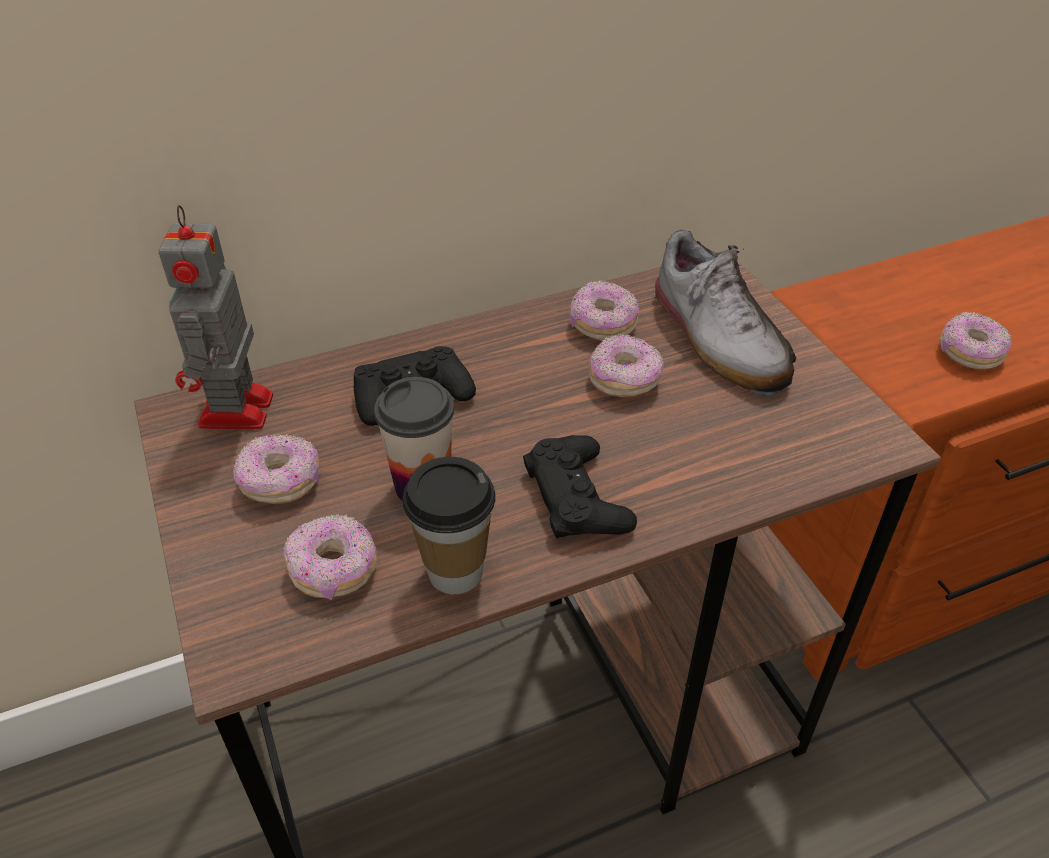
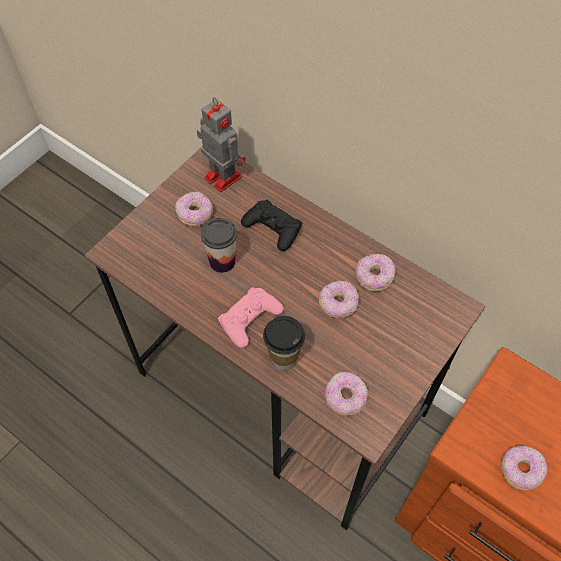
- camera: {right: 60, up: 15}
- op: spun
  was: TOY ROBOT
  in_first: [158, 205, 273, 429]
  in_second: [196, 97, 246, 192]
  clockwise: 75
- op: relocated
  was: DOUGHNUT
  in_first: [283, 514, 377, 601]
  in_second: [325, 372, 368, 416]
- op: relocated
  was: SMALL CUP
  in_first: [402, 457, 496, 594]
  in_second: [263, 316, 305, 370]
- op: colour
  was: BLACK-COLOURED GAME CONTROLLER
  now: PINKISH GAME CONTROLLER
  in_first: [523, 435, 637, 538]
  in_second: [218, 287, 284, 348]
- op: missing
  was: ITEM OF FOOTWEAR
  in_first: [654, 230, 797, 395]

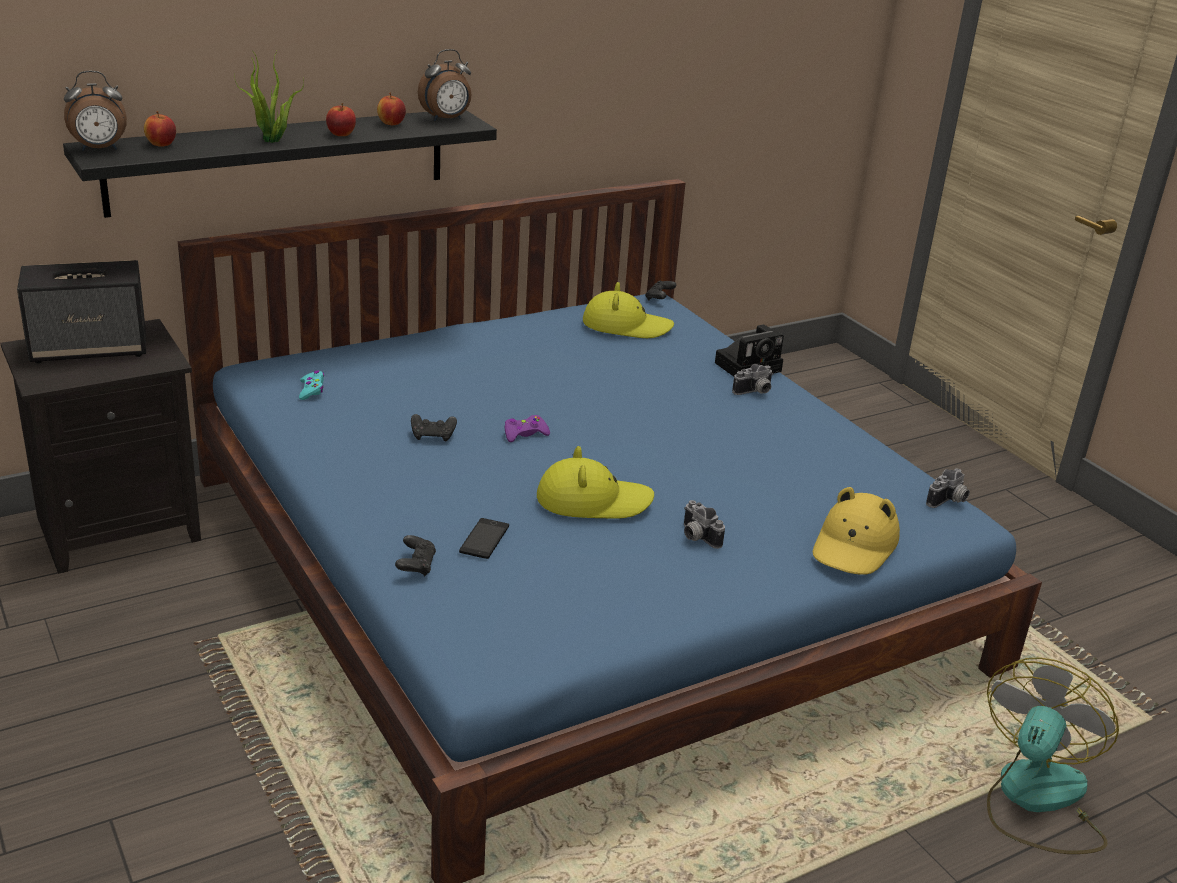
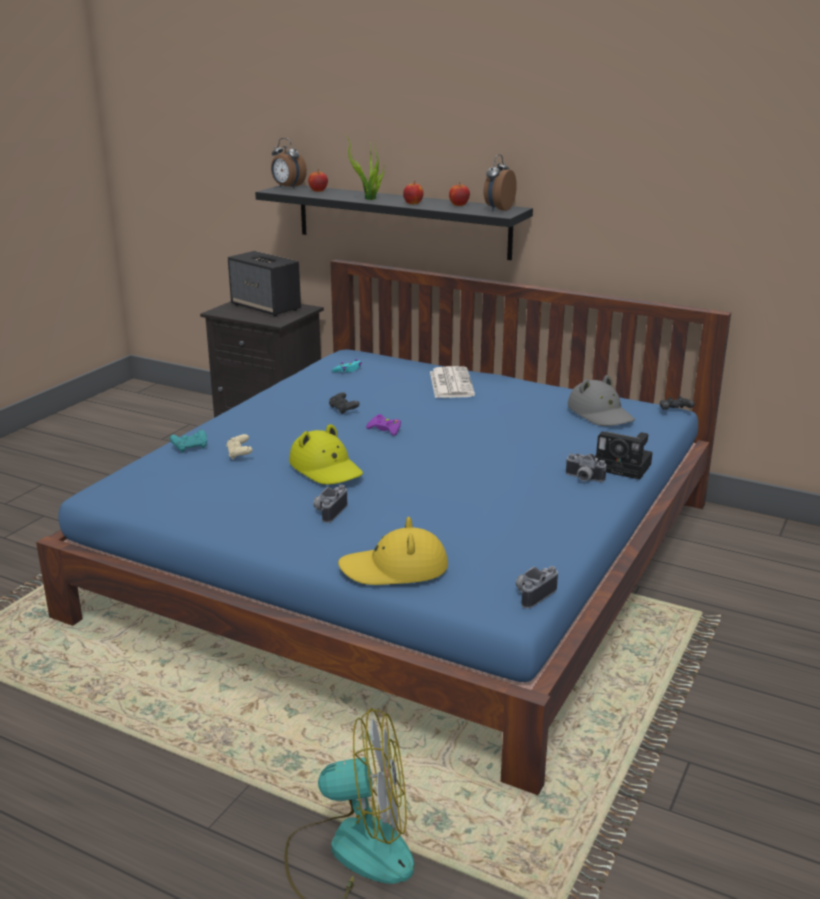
- camera: {right: 60, up: -5}
- op: colour
  was: BLACK-COLOURED GAME CONTROLLER
  now: TURQUOISE GAME CONTROLLER
  in_first: [395, 535, 436, 576]
  in_second: [170, 430, 207, 453]
- op: spun
  was: ALARM CLOCK
  in_first: [418, 49, 471, 121]
  in_second: [484, 154, 517, 211]
  clockwise: 90
- op: exchanged
  was: HANDSET
  now: BEIGE GAME CONTROLLER
  in_first: [459, 518, 509, 559]
  in_second: [226, 434, 253, 460]
- op: colour
  was: YELLOW-COLOURED WEARABLE HAT
  now: GREYISH WEARABLE HAT
  in_first: [583, 282, 674, 338]
  in_second: [568, 375, 635, 426]
- op: spun
  was: PHOTO CAMERA
  in_first: [926, 469, 970, 508]
  in_second: [516, 566, 558, 609]
  clockwise: 120
- op: appeared
  now: PRINTED PAPER
  in_second: [430, 366, 475, 398]

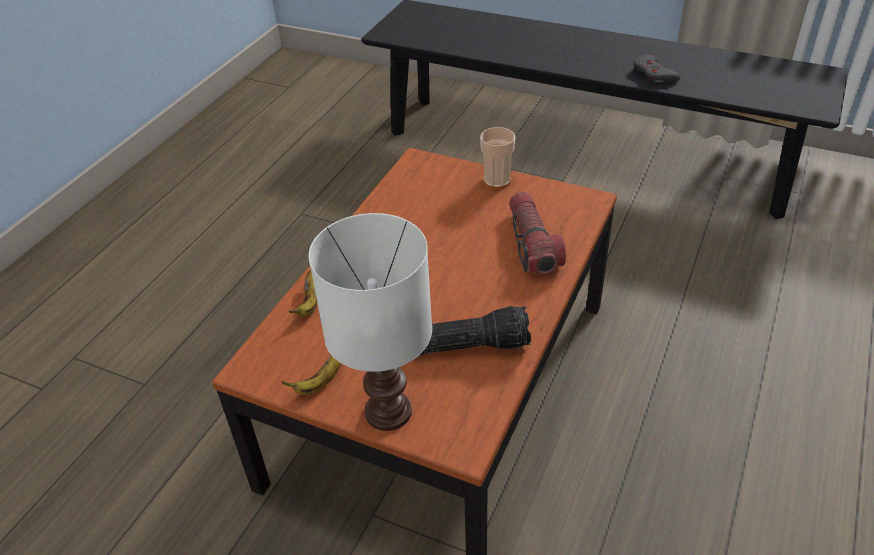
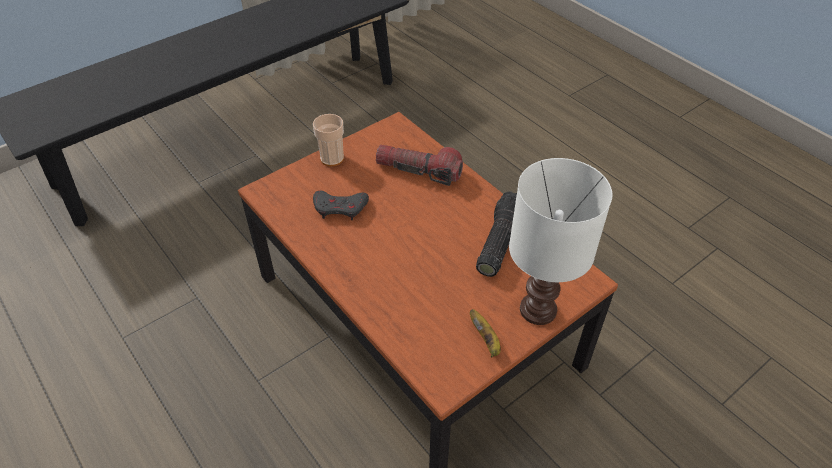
- camera: {right: -65, up: 5}
- op: missing
  was: BANANA
  in_first: [288, 270, 318, 317]
- op: relocated
  was: GREYISH GAME CONTROLLER
  in_first: [633, 55, 680, 83]
  in_second: [313, 191, 369, 220]

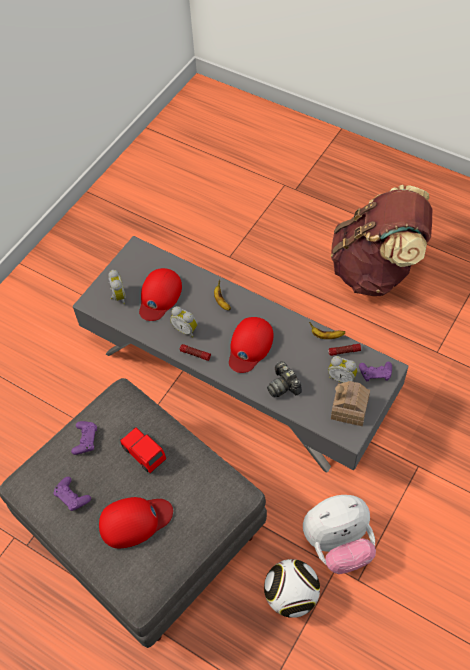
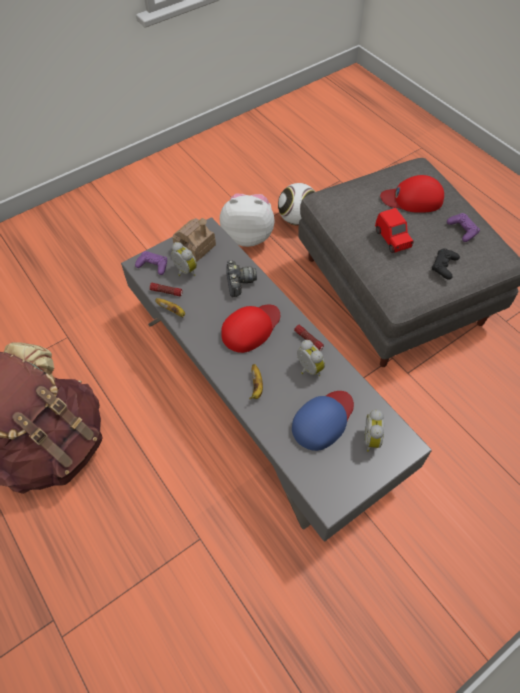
- camera: {right: -160, up: 0}
- op: colour
  was: PURPLISH GAME CONTROLLER
  now: BLACK-COLOURED GAME CONTROLLER
  in_first: [71, 421, 97, 455]
  in_second: [432, 248, 460, 280]
- op: colour
  was: RED CAP
  now: BLUE CAP
  in_first: [139, 268, 182, 321]
  in_second: [292, 391, 354, 451]

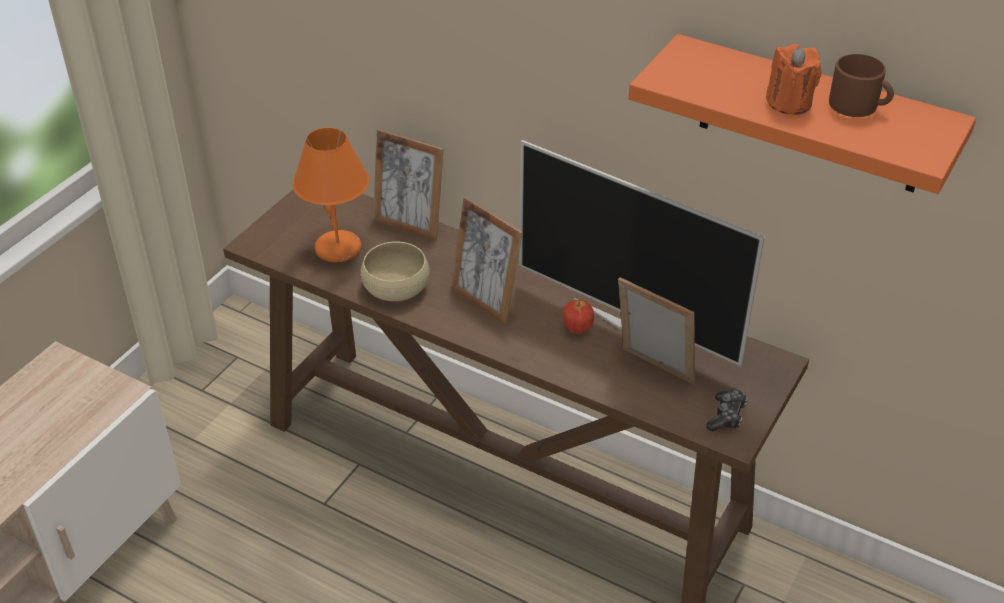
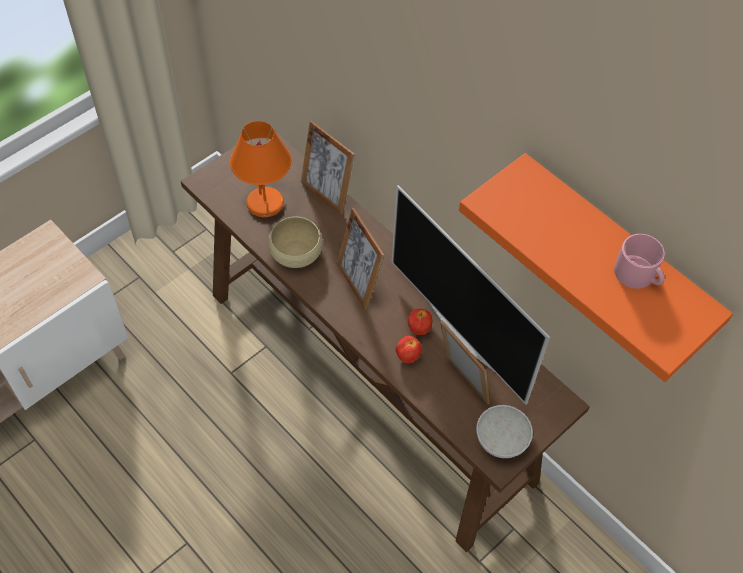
- camera: {right: 15, up: 15}
- op: exchanged
  was: GAME CONTROLLER
  now: WHITE DEEP DISH
  in_first: [706, 389, 748, 431]
  in_second: [476, 405, 533, 458]
- op: missing
  was: ORANGEY CANDLE
  in_first: [766, 44, 821, 115]
- op: colour
  was: BROWNISH TEA MUG
  now: PINKISH TEA MUG
  in_first: [829, 54, 894, 117]
  in_second: [614, 234, 665, 289]
- op: appeared
  now: APPLE
  in_second: [396, 336, 422, 363]

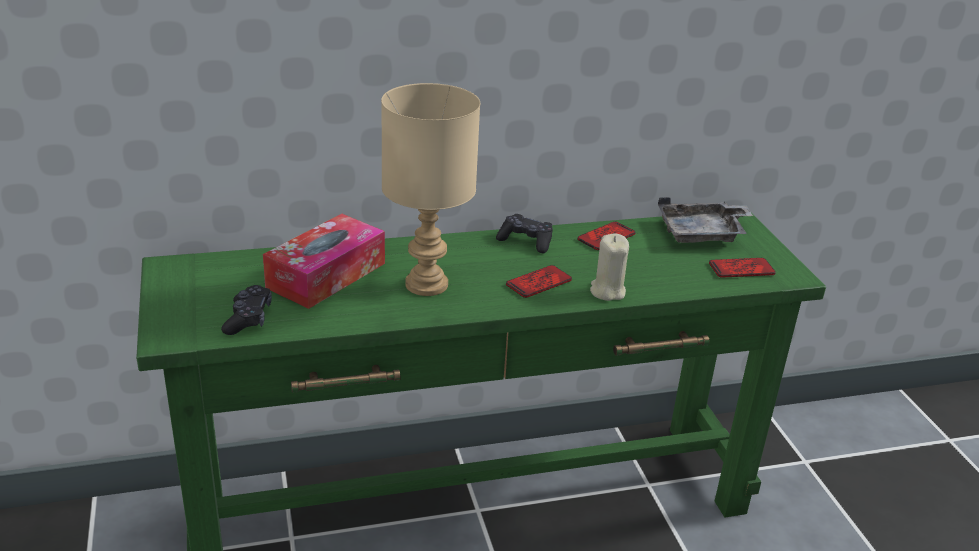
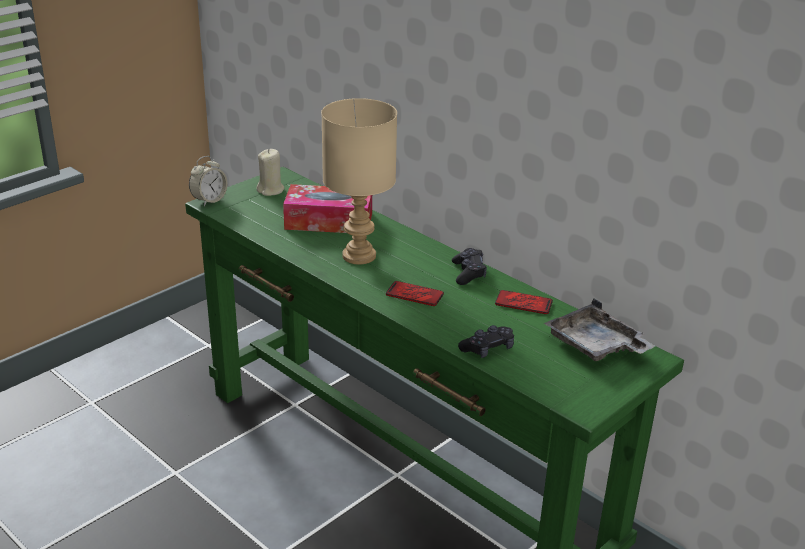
- camera: {right: 60, up: 0}
- op: relocated
  was: BLACK-COLOURED GAME CONTROLLER
  in_first: [221, 285, 272, 335]
  in_second: [458, 325, 514, 358]
- op: relocated
  was: BEIGE CANDLE
  in_first: [590, 234, 629, 301]
  in_second: [257, 149, 284, 196]
- op: missing
  was: HANDSET
  in_first: [709, 258, 776, 278]
- op: appeared
  now: ALARM CLOCK
  in_second: [189, 156, 227, 206]

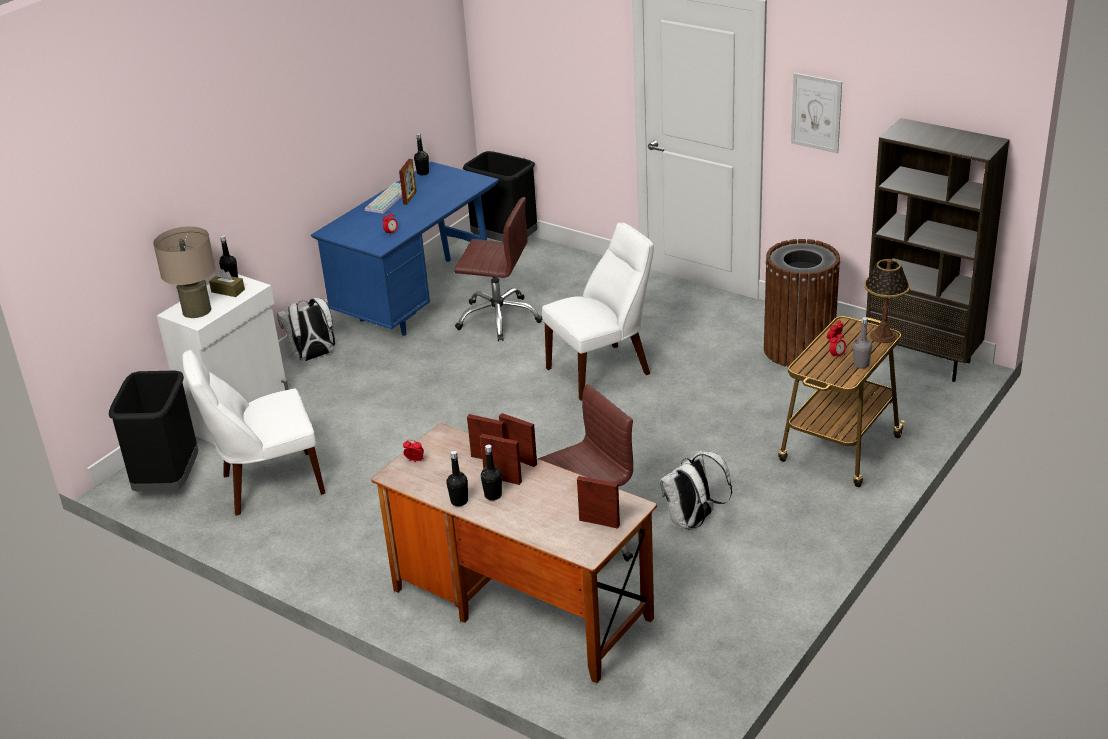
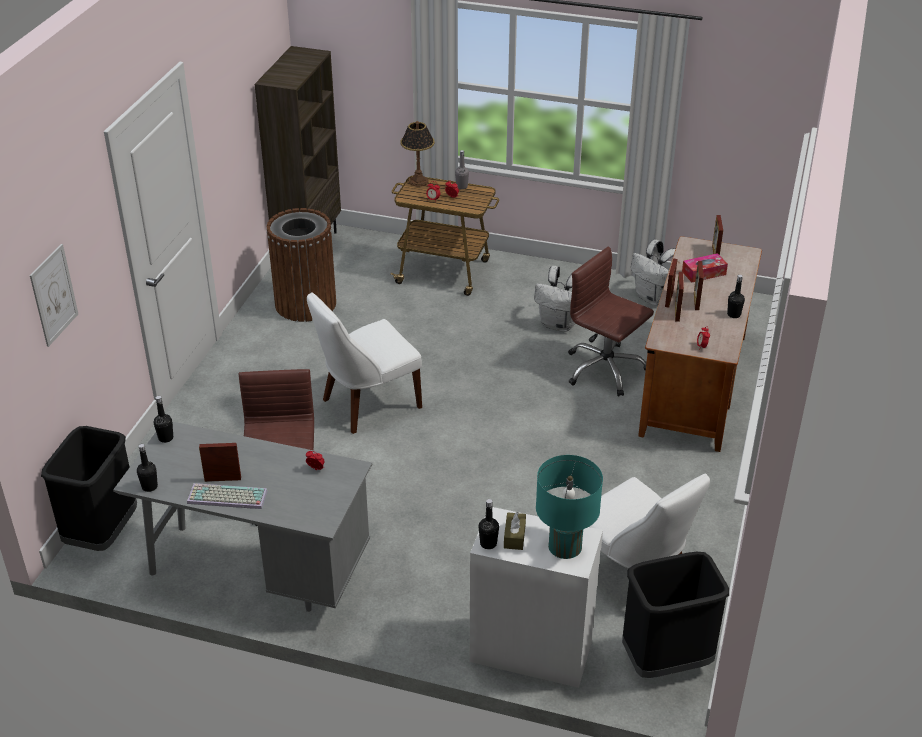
- camera: {right: -110, up: 5}
- op: colour
  was: BEIGE LAMP FOR A TABLE
  now: TURQUOISE LAMP FOR A TABLE
  in_first: [153, 226, 216, 318]
  in_second: [536, 455, 603, 559]
- op: relocated
  was: WHITE RUCKSACK
  in_first: [277, 298, 335, 361]
  in_second: [631, 239, 675, 306]
- op: colour
  was: BLUE DESK TABLE
  now: GREYISH DESK TABLE
  in_first: [311, 162, 499, 336]
  in_second: [113, 422, 372, 612]
- op: relocated
  was: BLACK-COLOURED BOTTLE
  in_first: [481, 445, 502, 500]
  in_second: [153, 396, 173, 443]
- op: spun
  was: WHITE UPRIGHT CHAIR
  in_first: [542, 223, 654, 401]
  in_second: [307, 293, 422, 434]
  clockwise: -75
- op: relocated
  was: PICTURE
  in_first: [791, 73, 842, 153]
  in_second: [30, 244, 78, 347]
- op: appeared
  now: BOX OF TISSUES
  in_second: [682, 253, 728, 282]

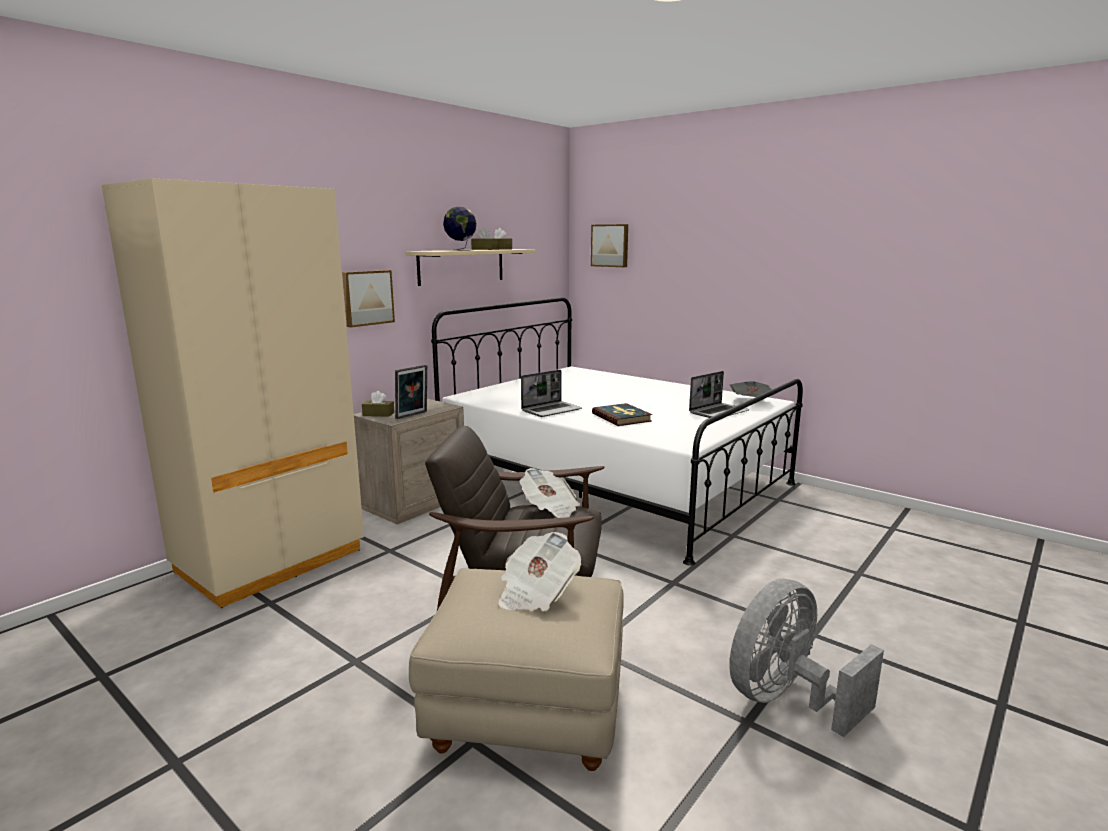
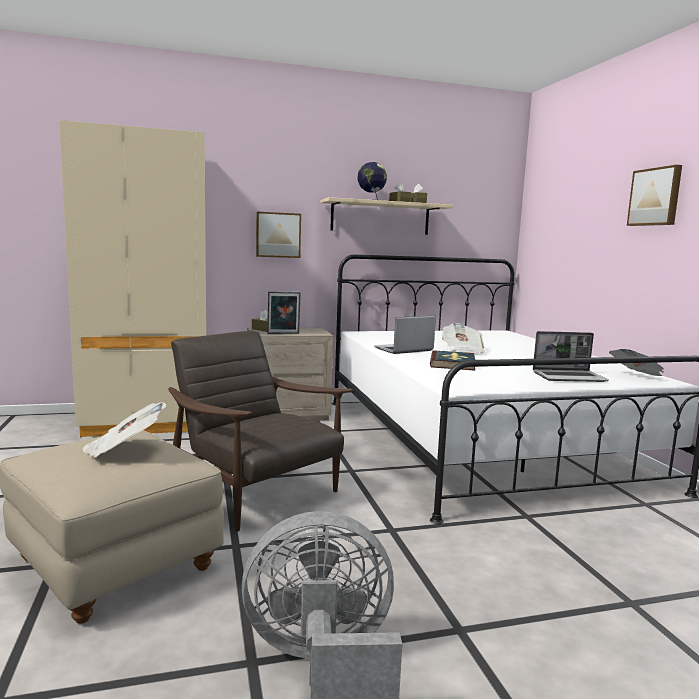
- camera: {right: 35, up: -5}
- op: relocated
  was: PRINTED PAPER
  in_first: [520, 468, 580, 518]
  in_second: [442, 323, 485, 354]
- op: spun
  was: LAPTOP
  in_first: [521, 370, 582, 417]
  in_second: [374, 316, 436, 354]
  clockwise: 150
- op: relocated
  was: PICTURE
  in_first: [591, 224, 628, 267]
  in_second: [627, 165, 682, 226]

